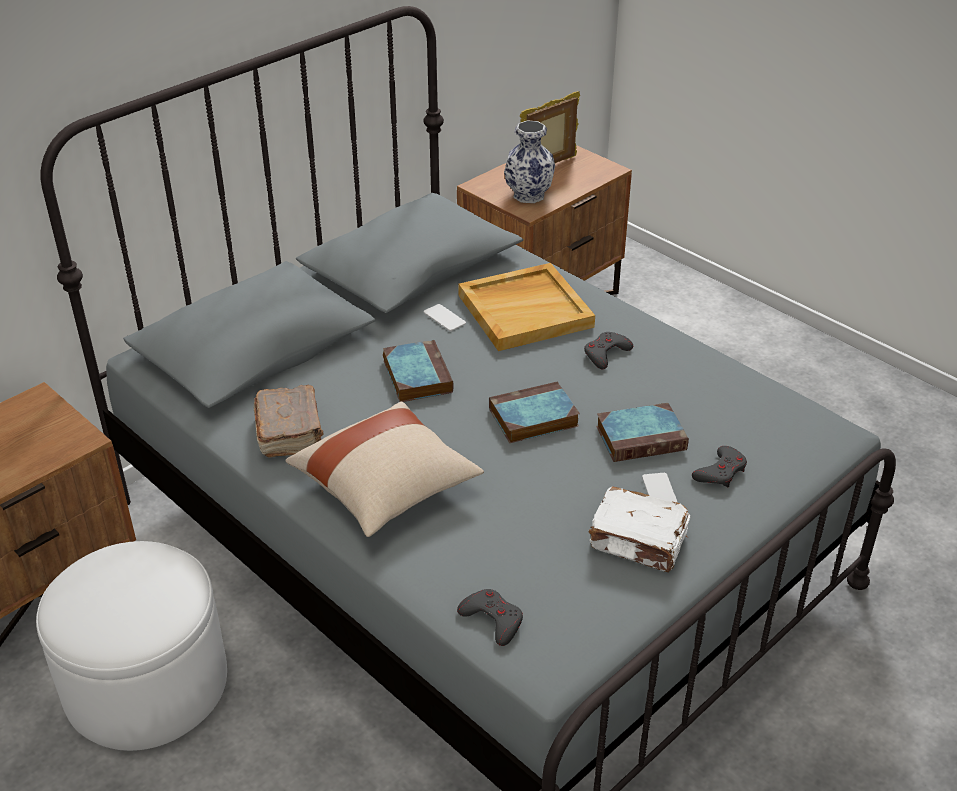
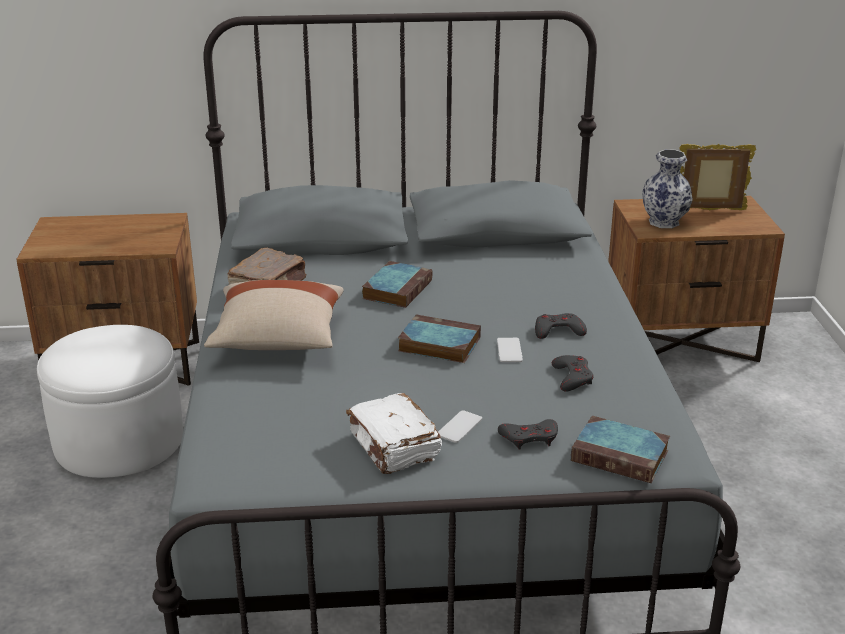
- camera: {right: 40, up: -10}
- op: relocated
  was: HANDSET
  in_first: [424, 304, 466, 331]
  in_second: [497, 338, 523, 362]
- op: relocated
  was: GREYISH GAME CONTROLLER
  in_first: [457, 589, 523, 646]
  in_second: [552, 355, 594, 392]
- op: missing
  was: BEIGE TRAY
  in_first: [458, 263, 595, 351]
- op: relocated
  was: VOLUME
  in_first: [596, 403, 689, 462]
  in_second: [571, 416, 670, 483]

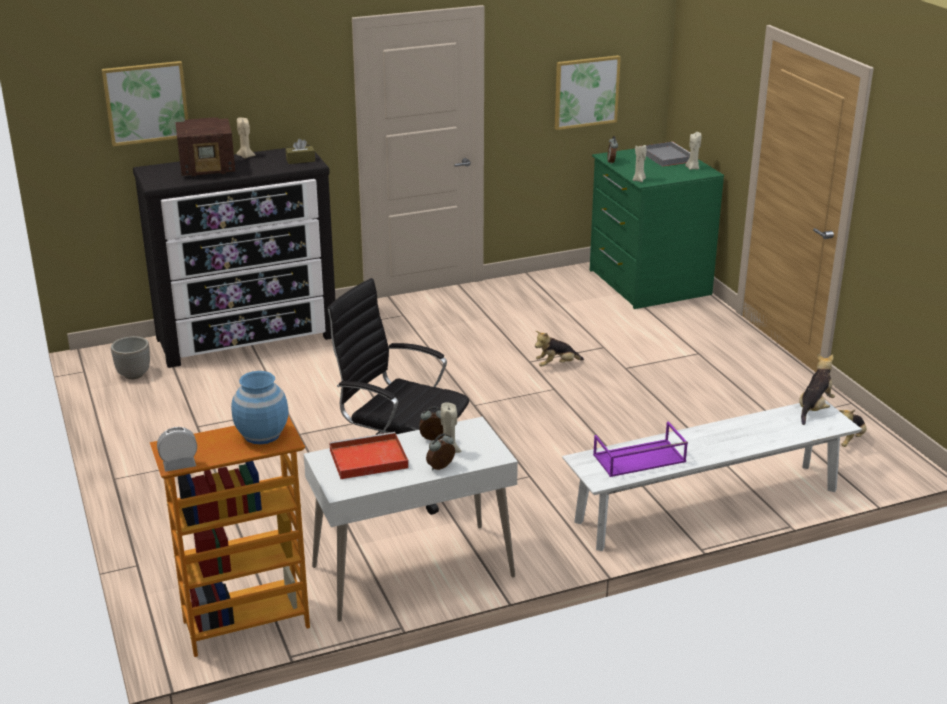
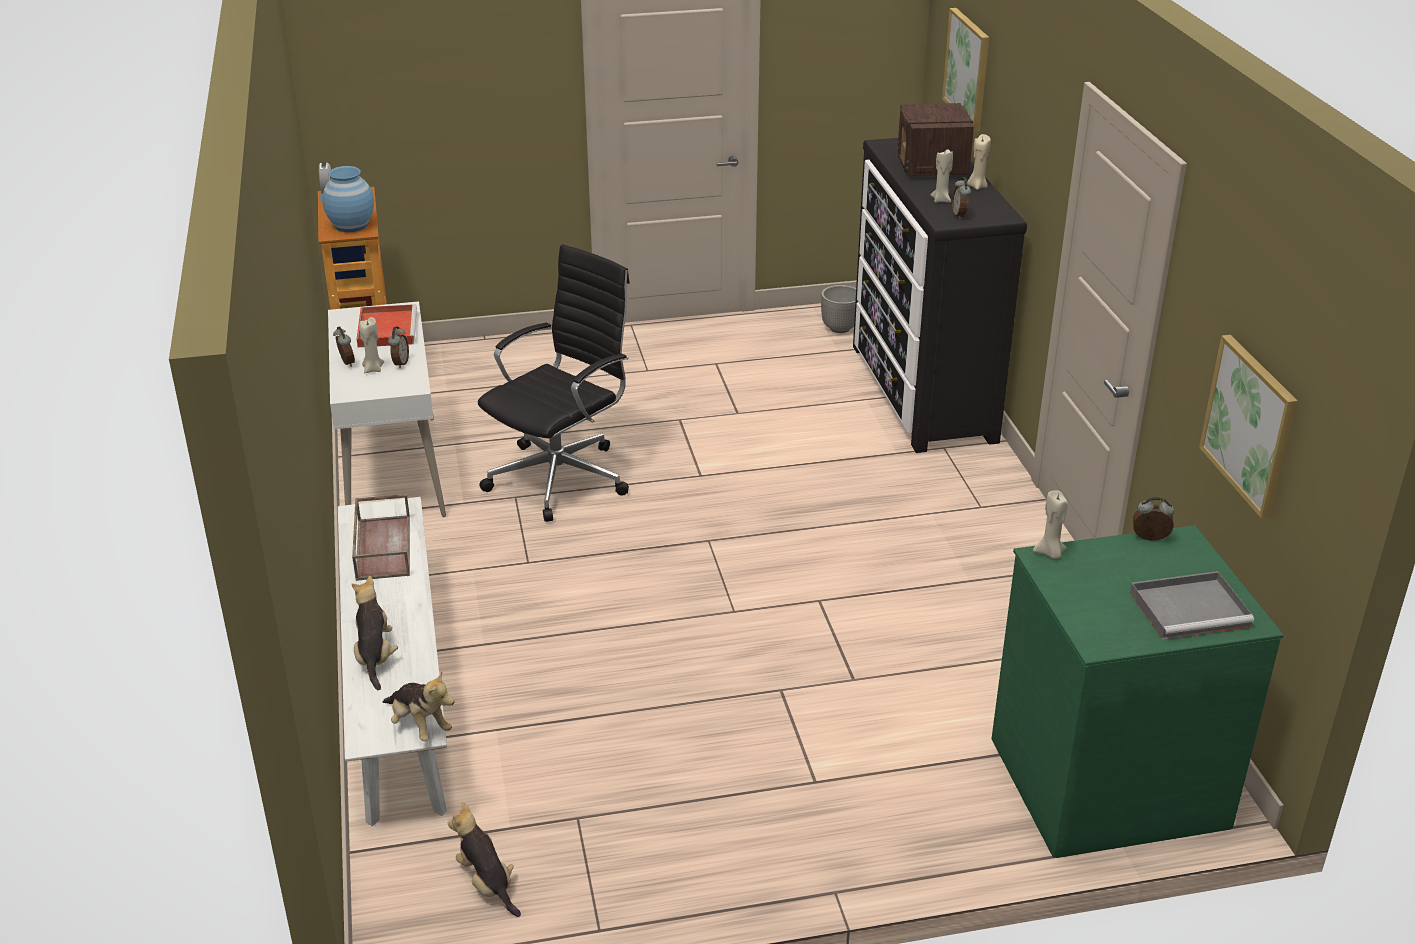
- camera: {right: 100, up: 5}
- op: exchanged
  was: BROWNISH BOX OF TISSUES
  now: ALARM CLOCK
  in_first: [286, 138, 315, 164]
  in_second: [952, 177, 971, 220]
- op: relocated
  was: PLUSH TOY
  in_first: [535, 331, 584, 367]
  in_second: [352, 576, 398, 690]
- op: colour
  was: PURPLISH TRAY
  now: BROWNISH TRAY
  in_first: [593, 421, 688, 477]
  in_second: [352, 494, 410, 581]
- op: relocated
  was: BEIGE CANDLE
  in_first: [685, 132, 702, 170]
  in_second: [930, 149, 953, 203]

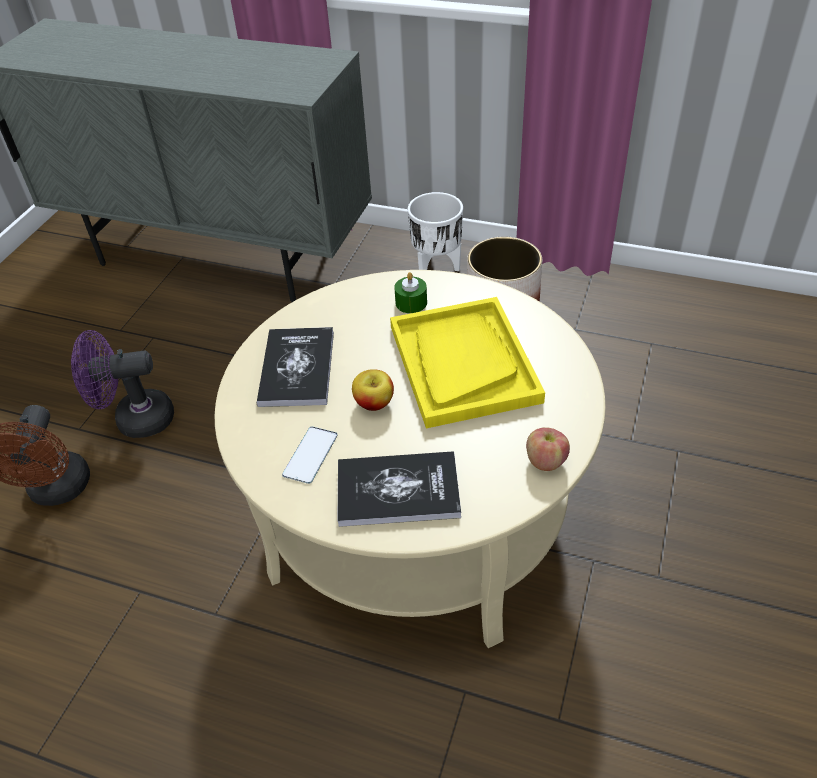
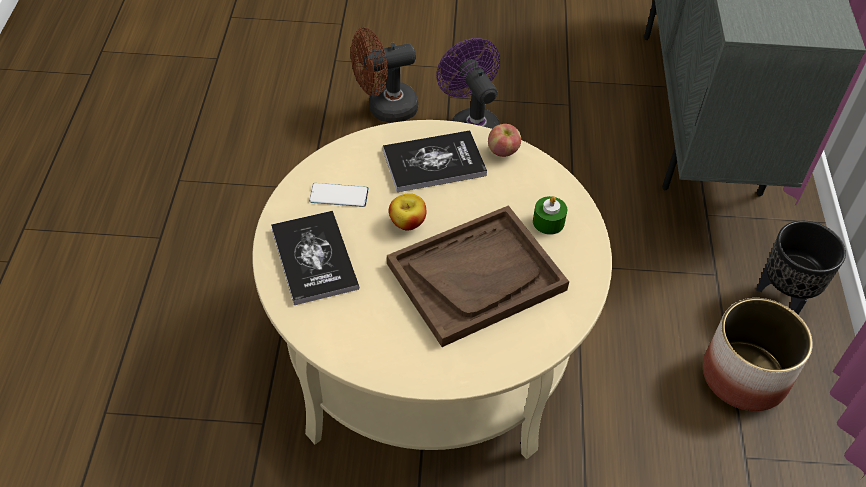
- camera: {right: 70, up: 5}
- op: colour
  was: YELLOW-COLOURED TRAY
  now: BROWNISH TRAY
  in_first: [390, 297, 545, 428]
  in_second: [387, 205, 569, 347]
- op: colour
  was: WHITE FLOWER POT
  now: BLACK-COLOURED FLOWER POT
  in_first: [408, 192, 463, 271]
  in_second: [756, 221, 846, 315]
- op: relocated
  was: APPLE
  in_first: [526, 427, 570, 471]
  in_second: [488, 124, 521, 157]

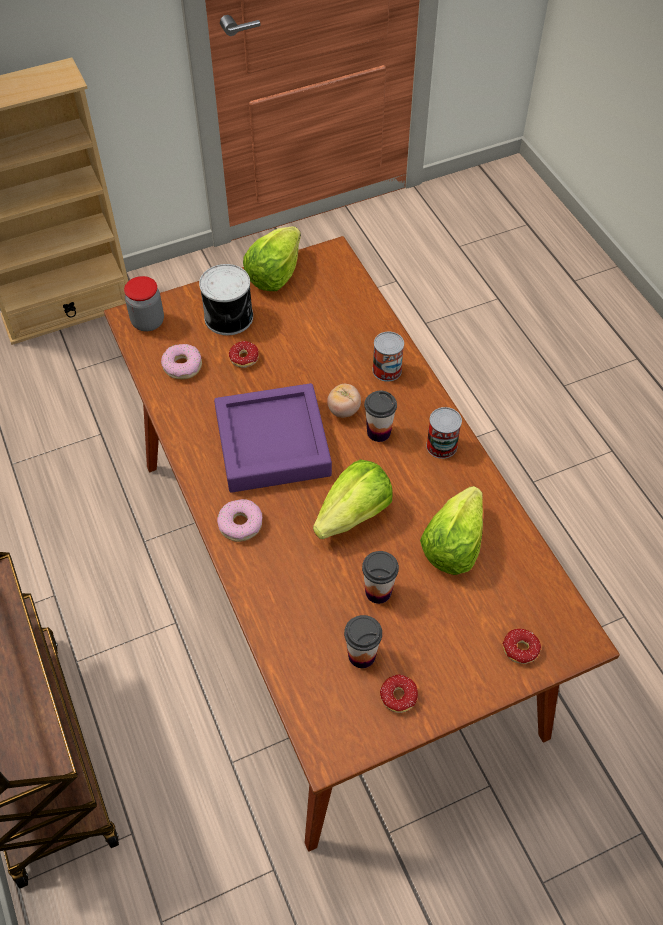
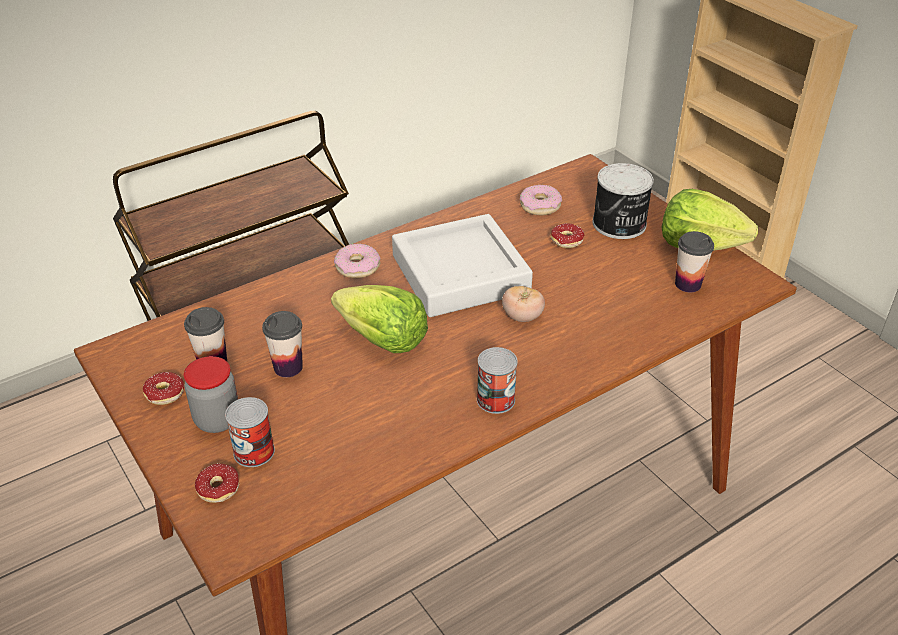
- camera: {right: 80, up: -15}
- op: relocated
  was: JAR
  in_first: [124, 276, 164, 331]
  in_second: [184, 356, 238, 433]
- op: colour
  was: PURPLISH TRAY
  now: GREYISH TRAY
  in_first: [214, 383, 332, 493]
  in_second: [392, 214, 533, 317]
- op: relocated
  was: SMALL CUP
  in_first: [364, 391, 397, 442]
  in_second: [675, 231, 714, 292]
- op: relocated
  was: METAL CAN
  in_first: [372, 332, 404, 382]
  in_second: [225, 397, 275, 467]
- op: missing
  was: LETTUCE HEAD
  in_first: [420, 486, 483, 575]

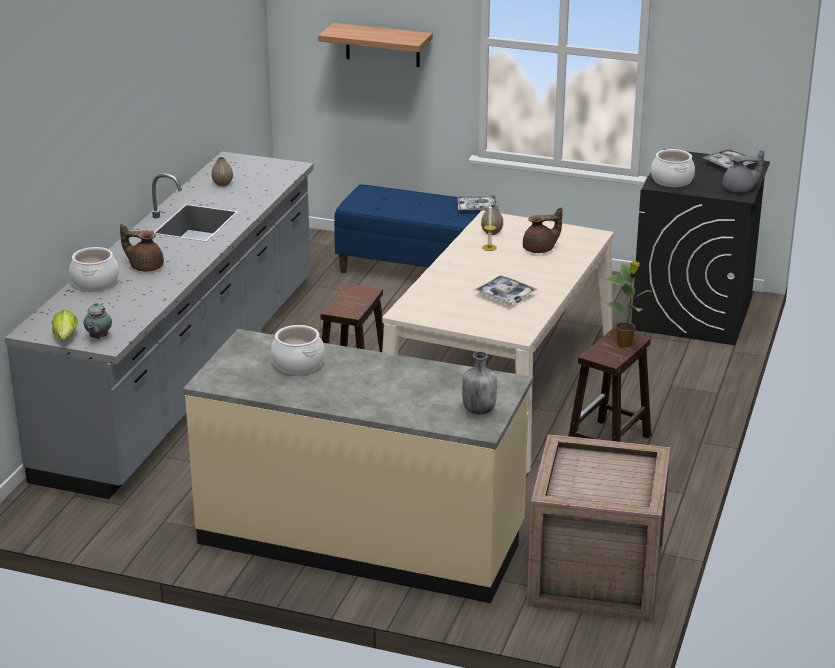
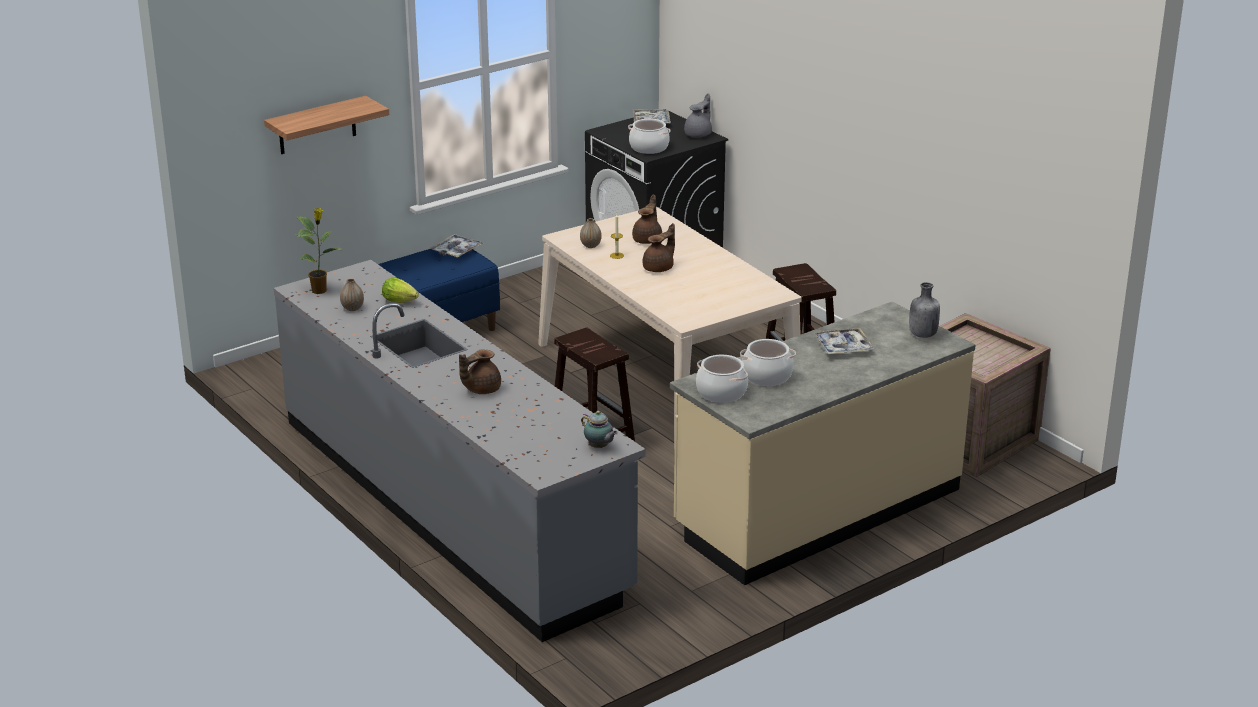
- camera: {right: -55, up: 0}
- op: relocated
  was: LETTUCE HEAD
  in_first: [52, 310, 78, 341]
  in_second: [382, 277, 419, 303]
- op: relocated
  was: SAUCEPOT
  in_first: [69, 247, 119, 291]
  in_second: [696, 355, 748, 403]
- op: relocated
  was: TRAY
  in_first: [474, 276, 538, 305]
  in_second: [814, 328, 874, 354]
- op: relocated
  was: HOUSEPLANT
  in_first: [604, 261, 654, 348]
  in_second: [294, 208, 341, 294]
- op: appeared
  now: BROWNISH TEAPOT
  in_second: [643, 223, 675, 272]

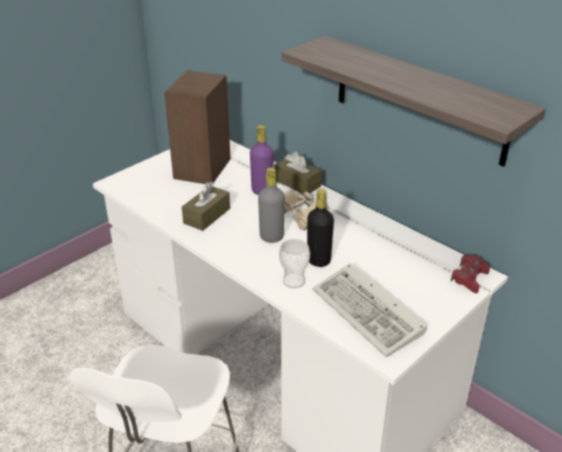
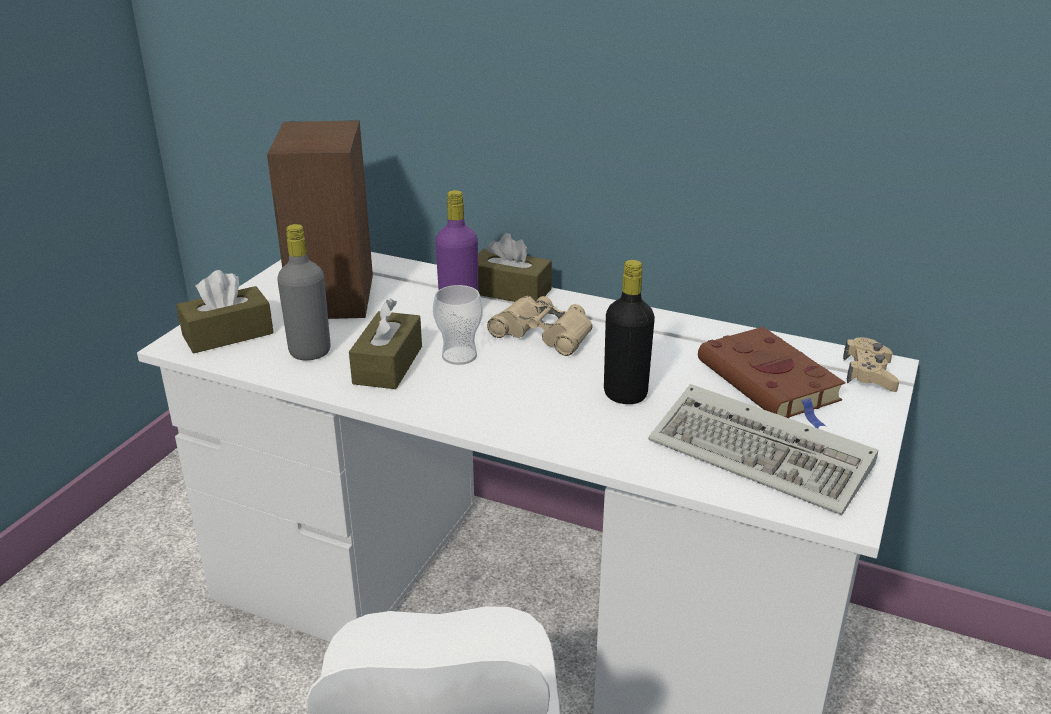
- camera: {right: -20, up: -5}
- op: relocated
  was: GREYISH BOTTLE
  in_first: [258, 167, 285, 243]
  in_second: [277, 224, 331, 360]
- op: relocated
  was: SMALL CUP
  in_first: [279, 239, 310, 288]
  in_second: [433, 285, 483, 365]
- op: missing
  was: WALL SHELF
  in_first: [282, 36, 546, 167]
- op: colour
  was: RED GAME CONTROLLER
  now: BEIGE GAME CONTROLLER
  in_first: [450, 255, 490, 293]
  in_second: [843, 337, 899, 392]
- op: appeared
  now: BROWNISH BOX OF TISSUES
  in_second: [176, 270, 274, 353]
- op: appeared
  now: BROWNISH VOLUME
  in_second: [698, 327, 845, 428]

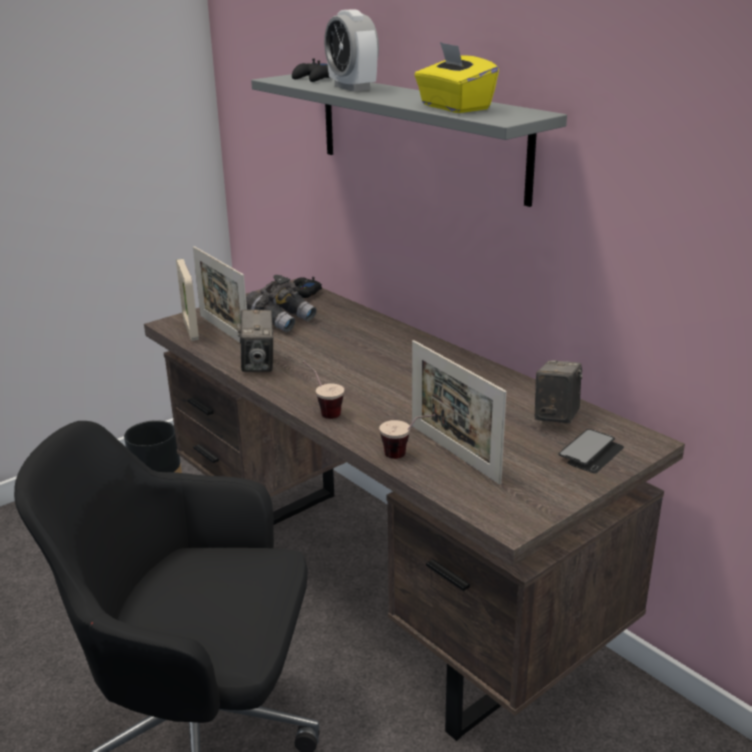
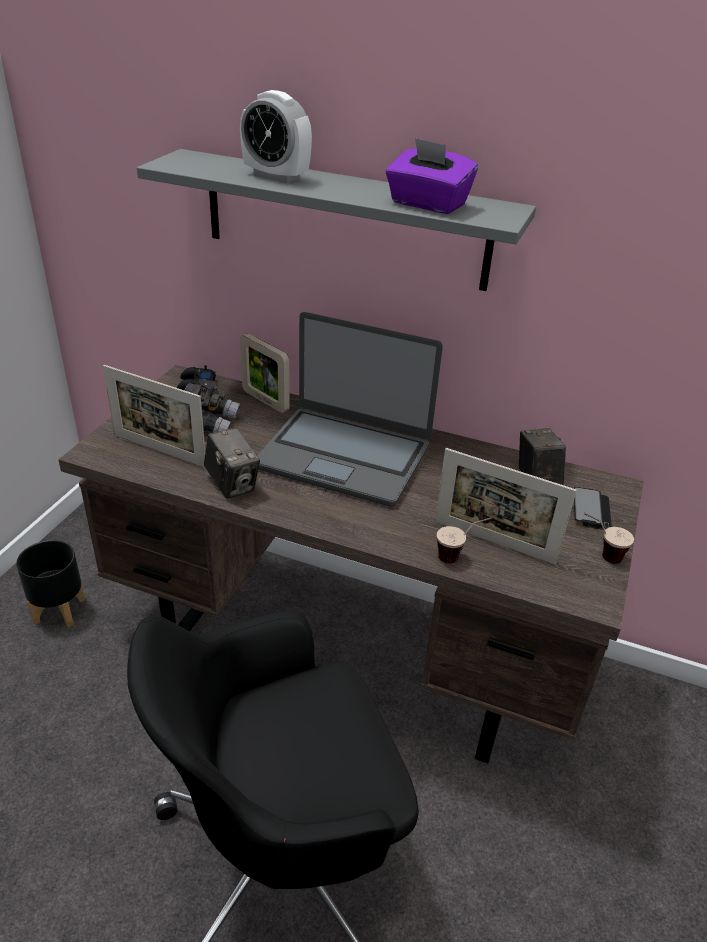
- camera: {right: -30, up: 10}
- op: relocated
  was: PICTURE FRAME
  in_first: [176, 259, 199, 341]
  in_second: [240, 333, 290, 413]
- op: missing
  was: BLACK-COLOURED GAME CONTROLLER
  in_first: [292, 58, 330, 82]
- op: relocated
  was: SMALL CUP
  in_first: [303, 361, 344, 419]
  in_second: [584, 513, 634, 564]
- op: colour
  was: YELLOW-COLOURED BOX OF TISSUES
  now: PURPLISH BOX OF TISSUES
  in_first: [415, 42, 499, 113]
  in_second: [386, 138, 478, 214]
- op: appeared
  now: LAPTOP
  in_second: [257, 312, 443, 507]

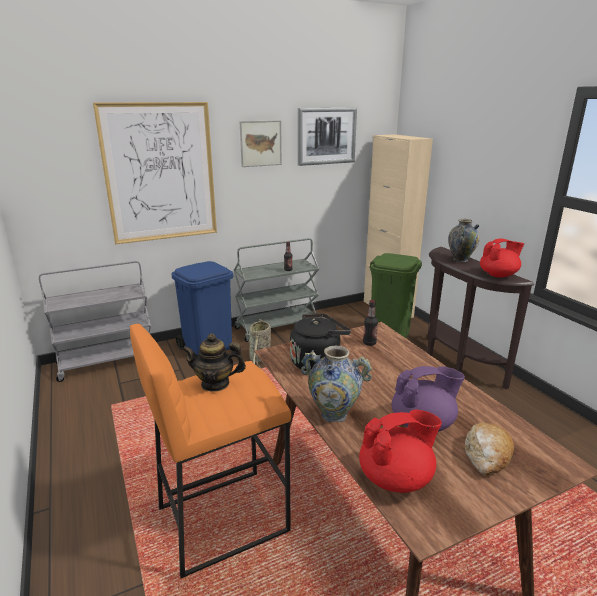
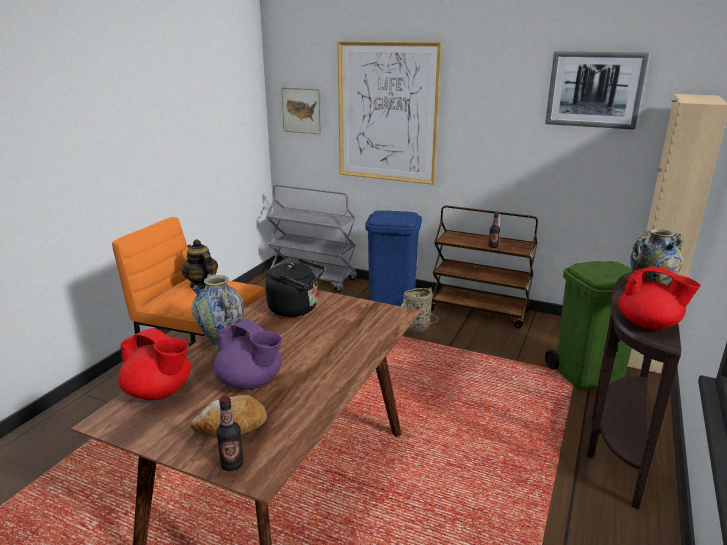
- camera: {right: 50, up: 0}
- op: colour
  was: GREYISH TROLLEY
  now: BROWNISH TROLLEY
  in_first: [234, 238, 319, 342]
  in_second: [431, 205, 538, 328]
- op: relocated
  was: PICTURE
  in_first: [239, 120, 282, 167]
  in_second: [281, 87, 322, 134]
- op: relocated
  was: BOTTLE
  in_first: [363, 300, 378, 346]
  in_second: [216, 396, 244, 471]

